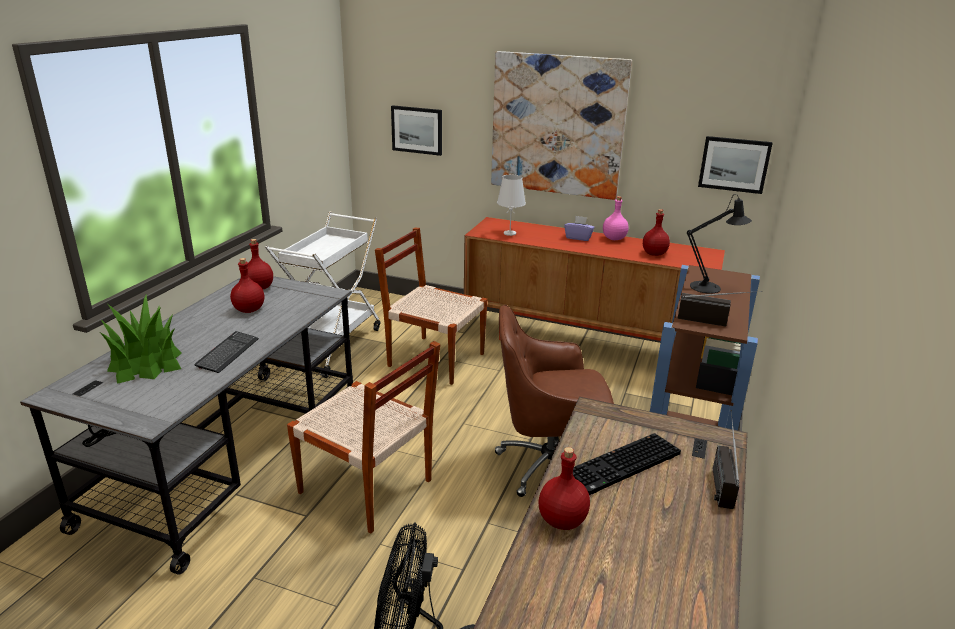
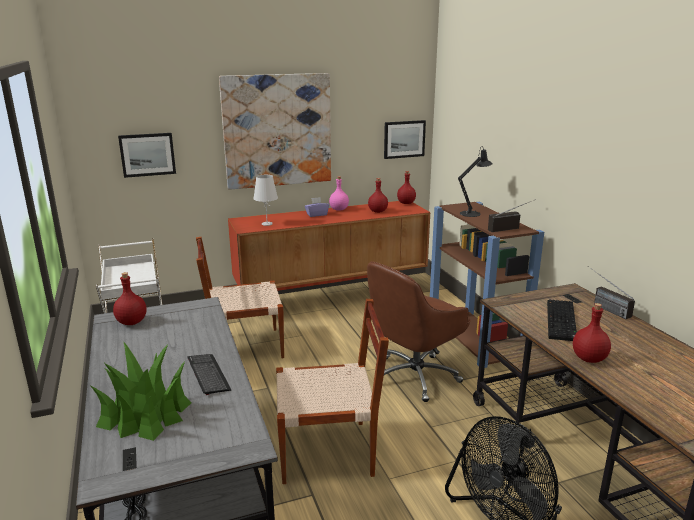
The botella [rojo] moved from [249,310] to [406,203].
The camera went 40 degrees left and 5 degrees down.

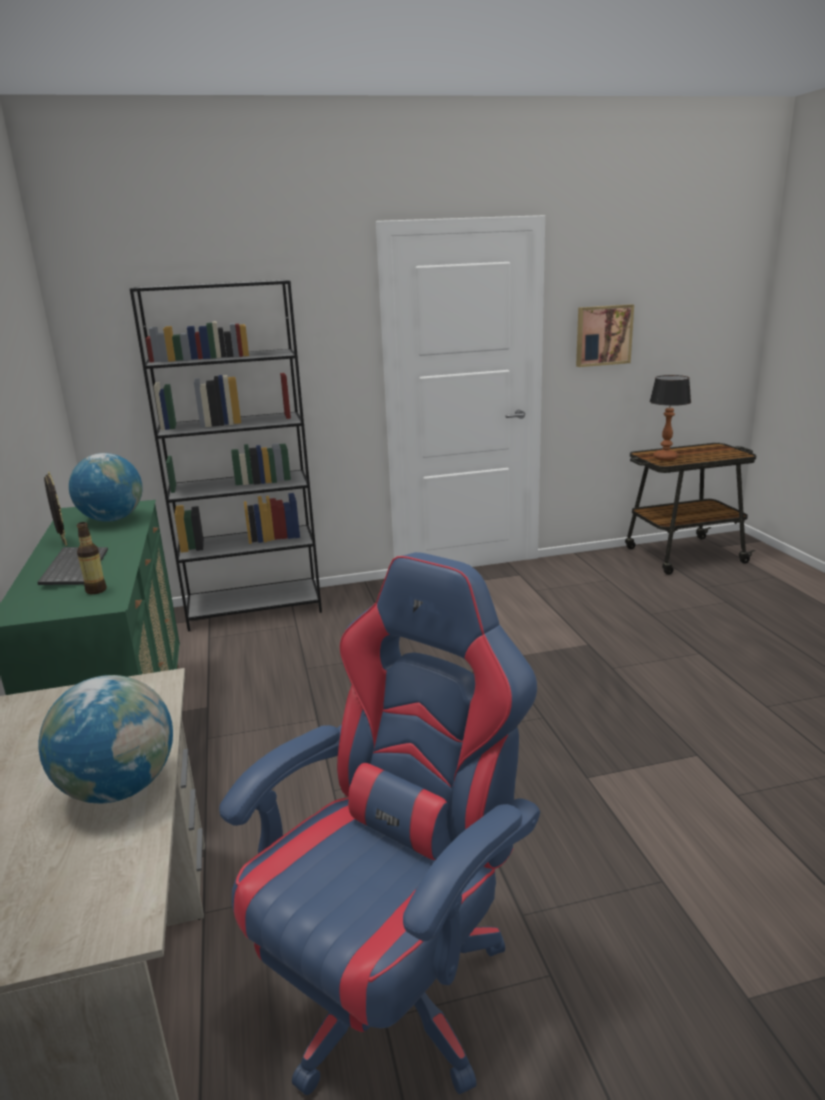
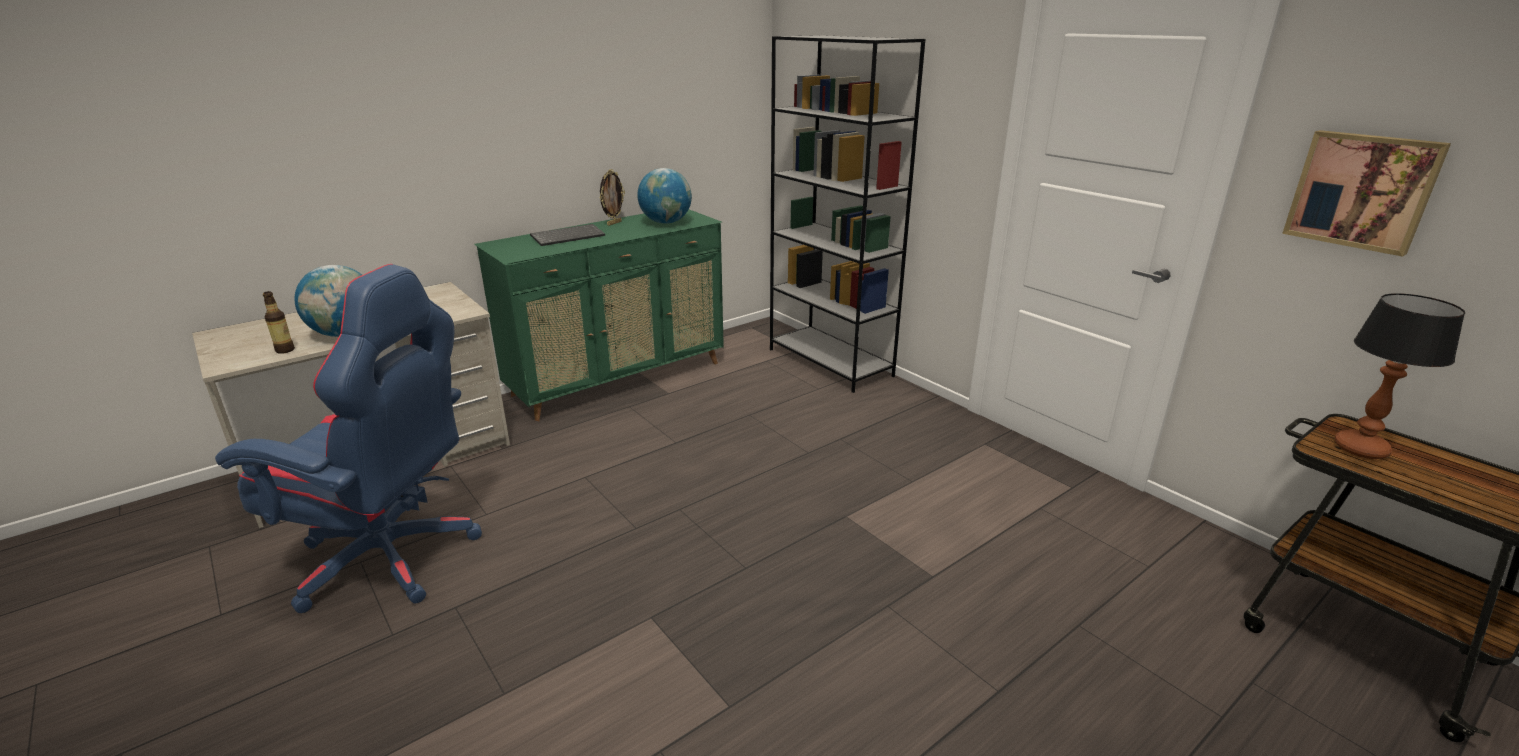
The botella moved from [96,590] to [285,350].
The camera went 65 degrees right and 5 degrees up.

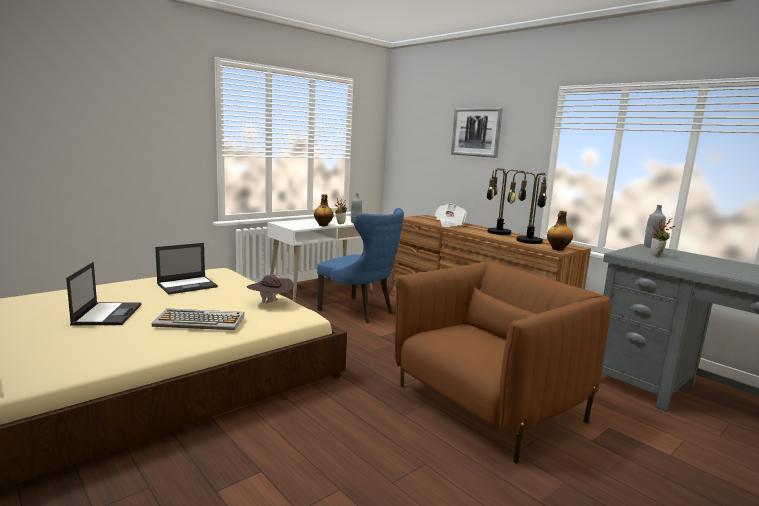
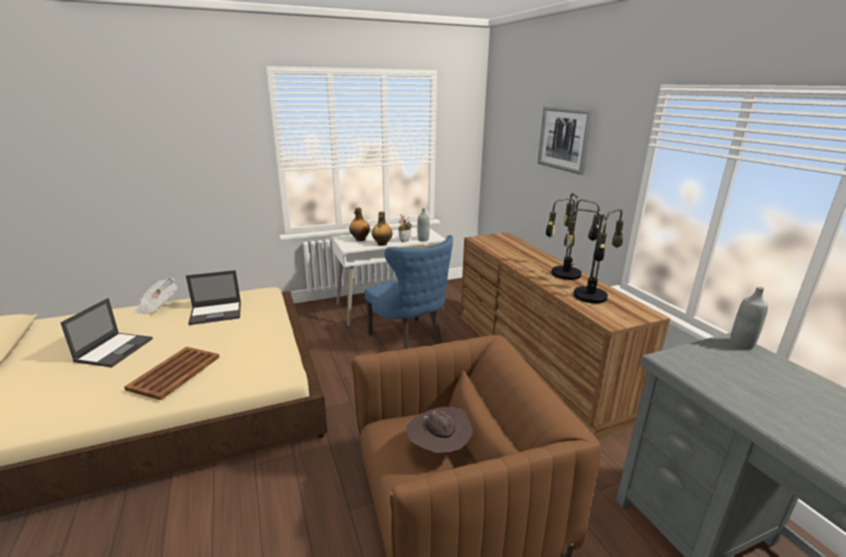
The teclado at [200,321] was replaced by the bandeja [marrón] at [176,372].
The sombrero [marrón] moved from [270,303] to [439,449].
The periódico moved from [449,224] to [157,306].
The botella moved from [557,249] to [360,239].
The planta en maceta at [657,256] disappeared.
The camera went 20 degrees right and 10 degrees up.

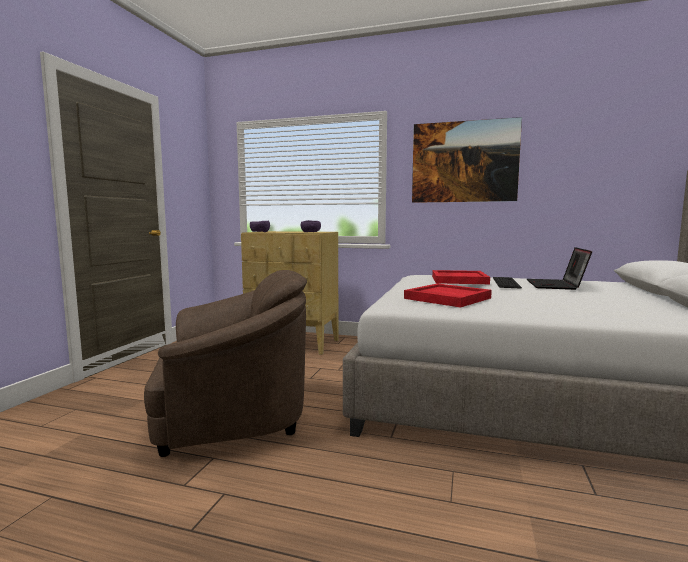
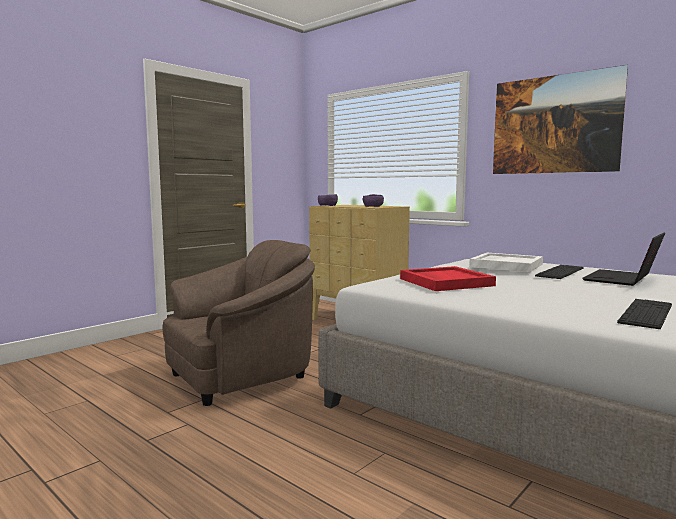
The sillón [marrón] at [232,421] turned 45 degrees counterclockwise.
The bandeja [rojo] at [458,280] became the bandeja [blanco] at [506,265].
The teclado at [646,313] appeared.
The camera went 25 degrees right and 0 degrees up.

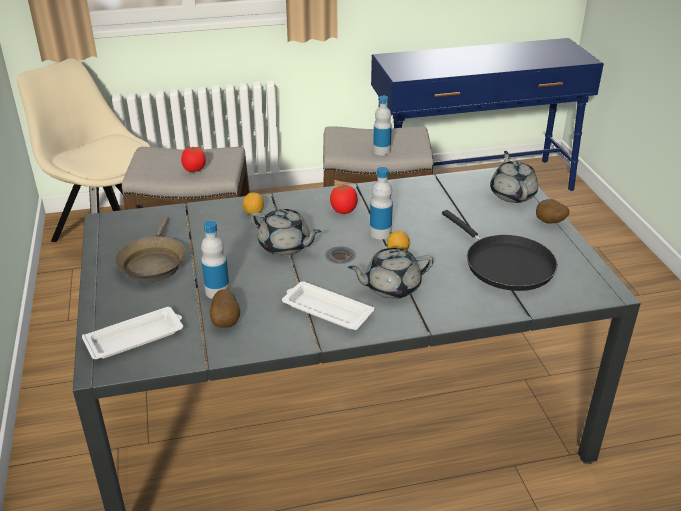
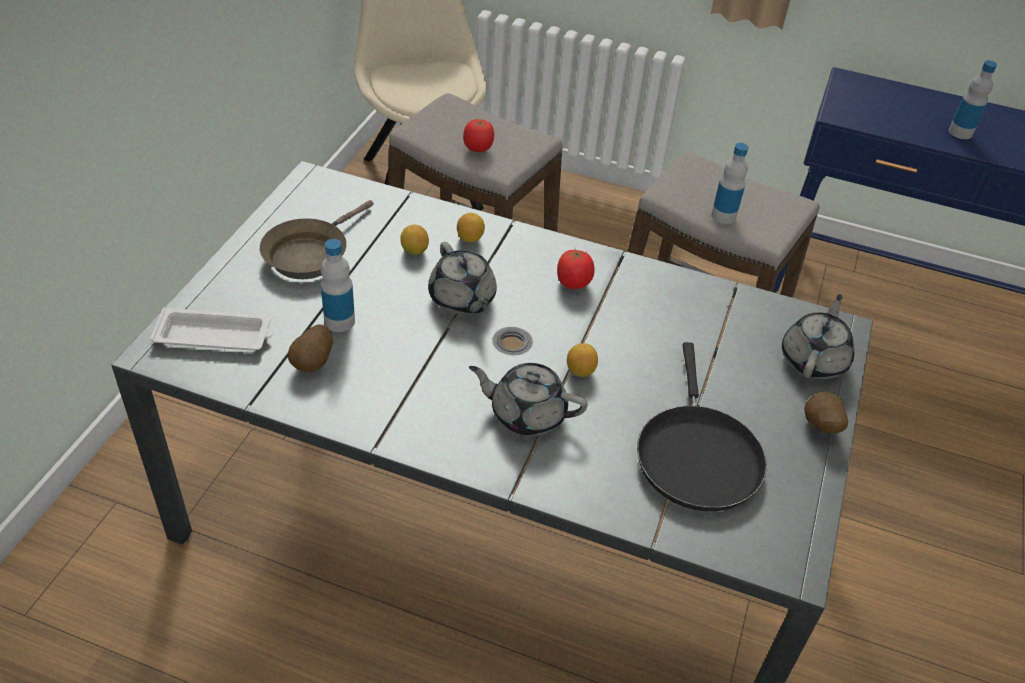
The bandeja [blanco] at [326,310] disappeared.
The botella moved from [380,233] to [960,132].
The limón at [414,251] appeared.
The camera went 30 degrees right and 10 degrees up.

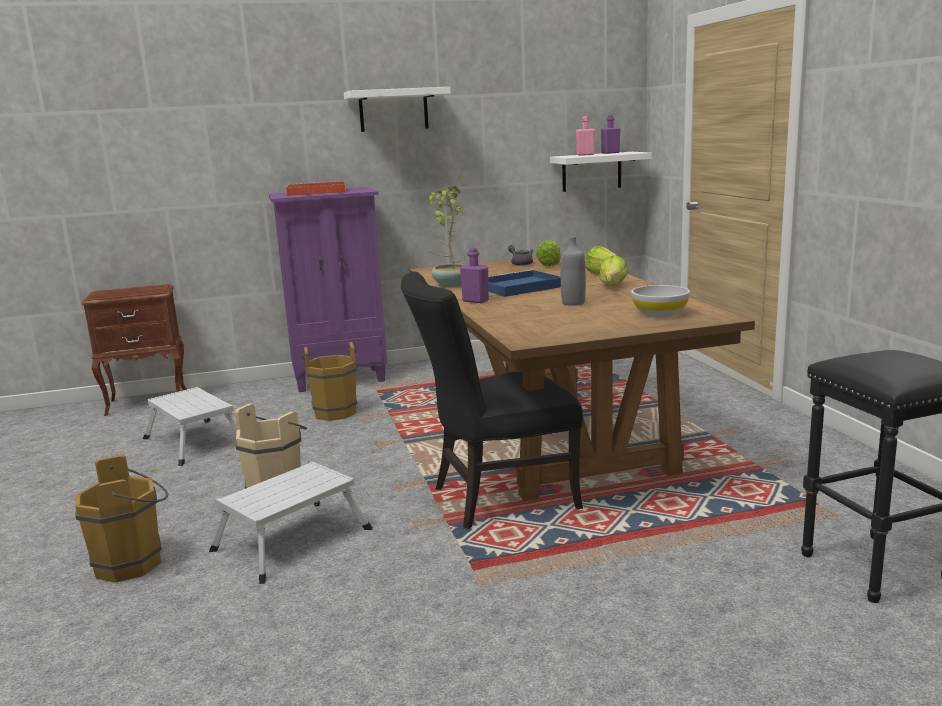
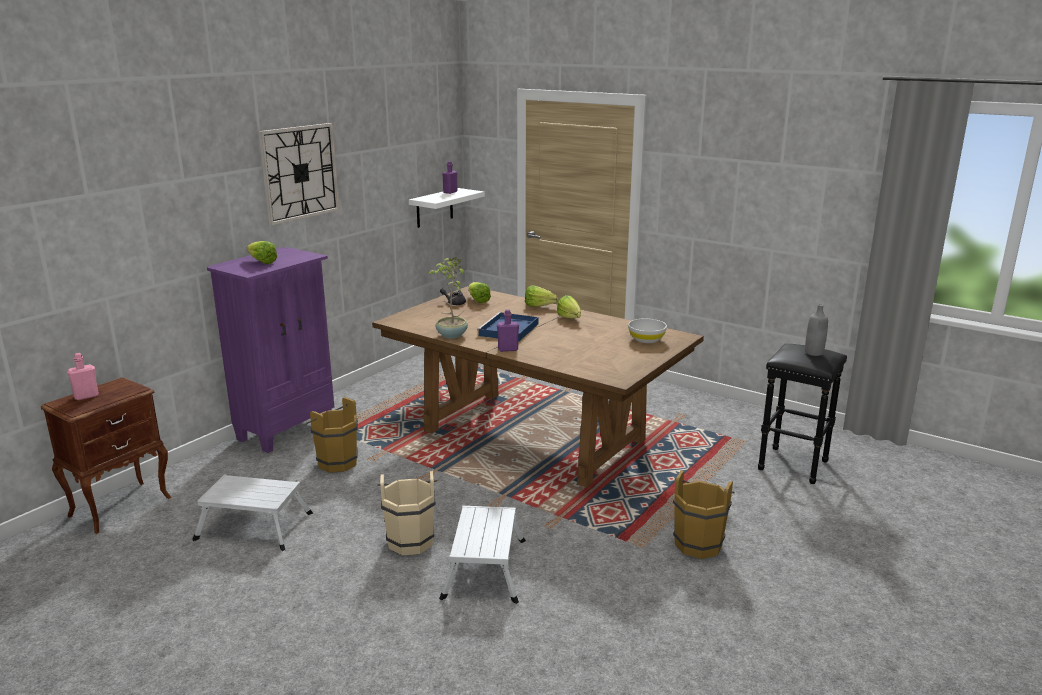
The cubo [marrón] moved from [134,563] to [699,543].
The bandeja [rojo] at [315,192] was replaced by the lechuga at [261,261].
The estante [blanco] at [393,110] was replaced by the reloj de pared at [300,172].
The silla [negro] at [495,499] disappeared.
The botella [gris] moved from [573,303] to [814,353].
The botella [rosa] moved from [585,155] to [86,396].
The camera went 40 degrees left and 5 degrees up.

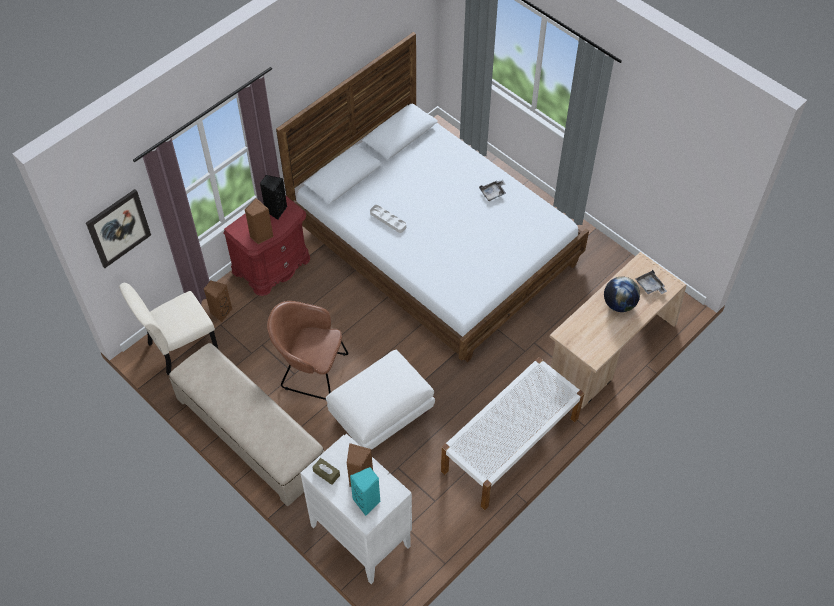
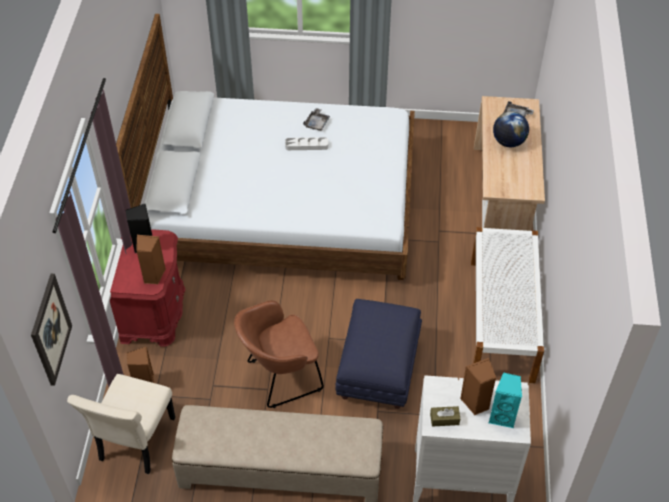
The puf [blanco] at [380,416] became the puf [azul] at [378,371].
The bandeja [blanco] moved from [388,220] to [306,145].
The camera went 40 degrees left and 5 degrees down.

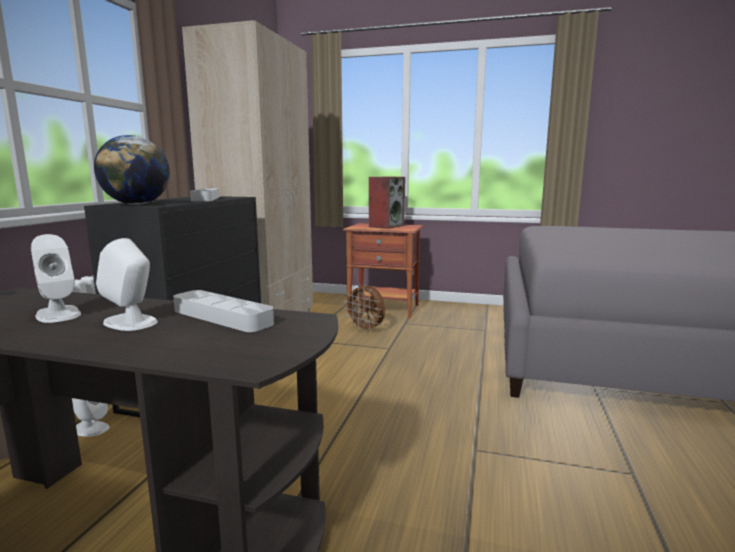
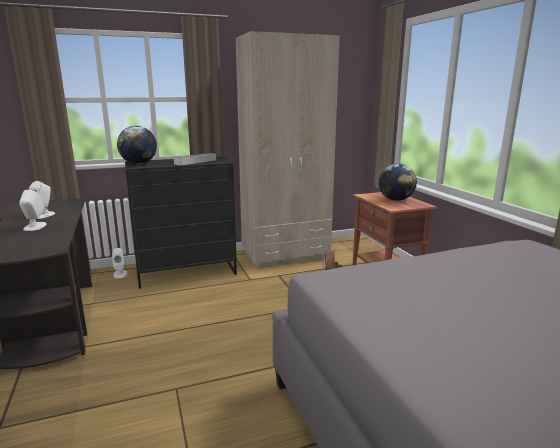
The bandeja [gris] at [222,317] disappeared.
The altavoz at [386,226] was replaced by the globo terráqueo at [396,200].
The camera went 55 degrees right and 5 degrees up.

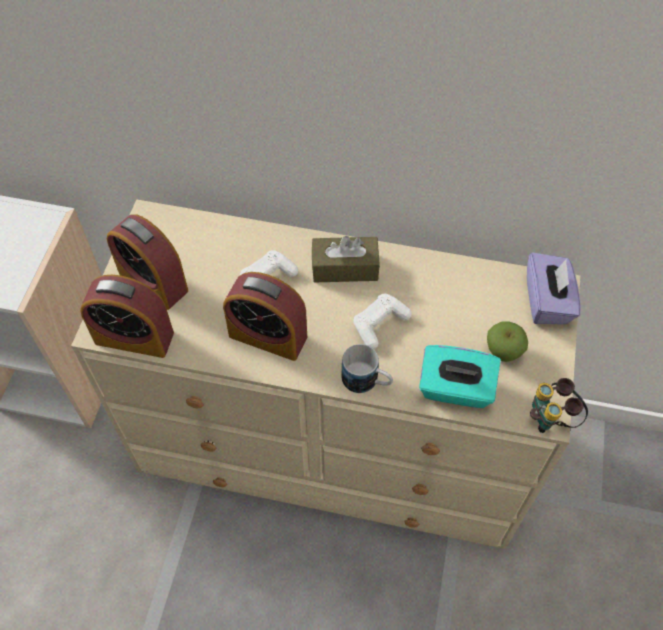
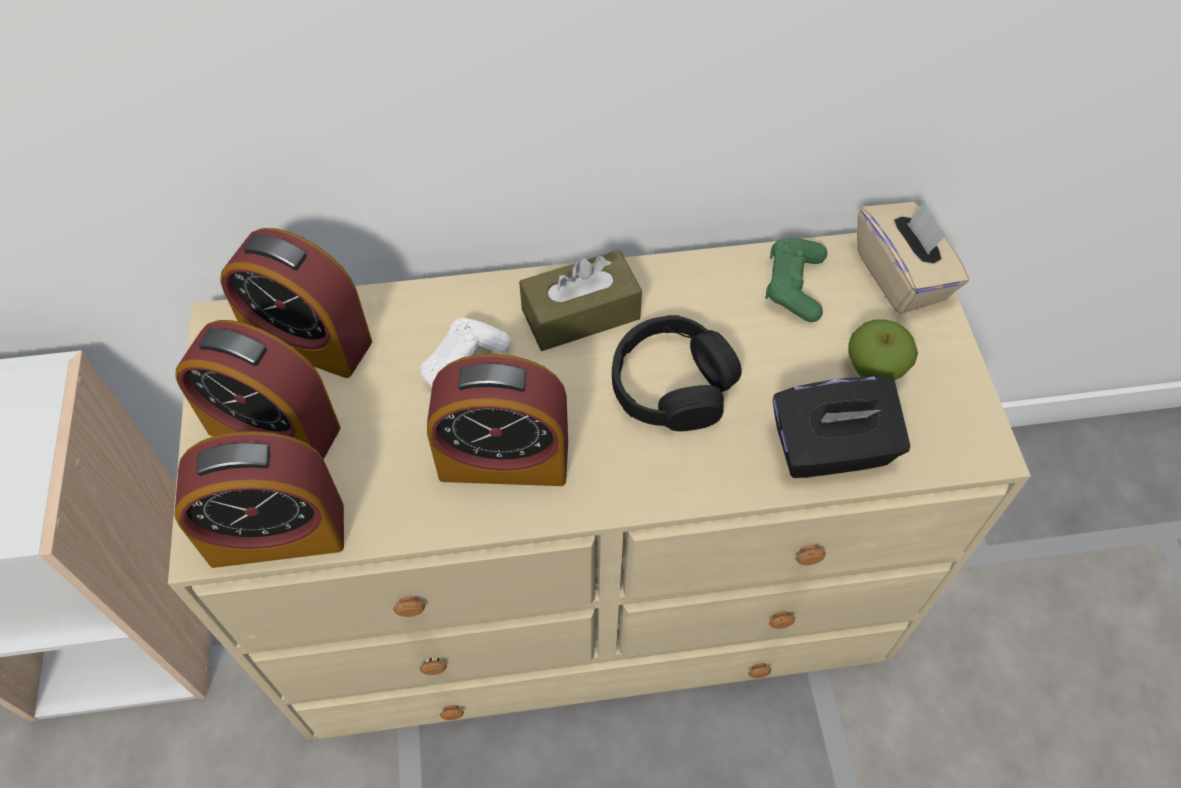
The taza grande at [367,381] disappeared.
The mando de consola [blanco] at [379,324] was replaced by the auriculares [negro] at [672,385].
The caja de pañuelos [turquesa] at [455,389] became the caja de pañuelos [negro] at [831,450].
The caja de pañuelos [morado] at [547,302] became the caja de pañuelos [beis] at [901,276].
The prismáticos at [552,418] disappeared.
The despertador at [309,341] appeared.
The mando de consola [verde] at [794,286] appeared.
The camera went 20 degrees left and 0 degrees up.

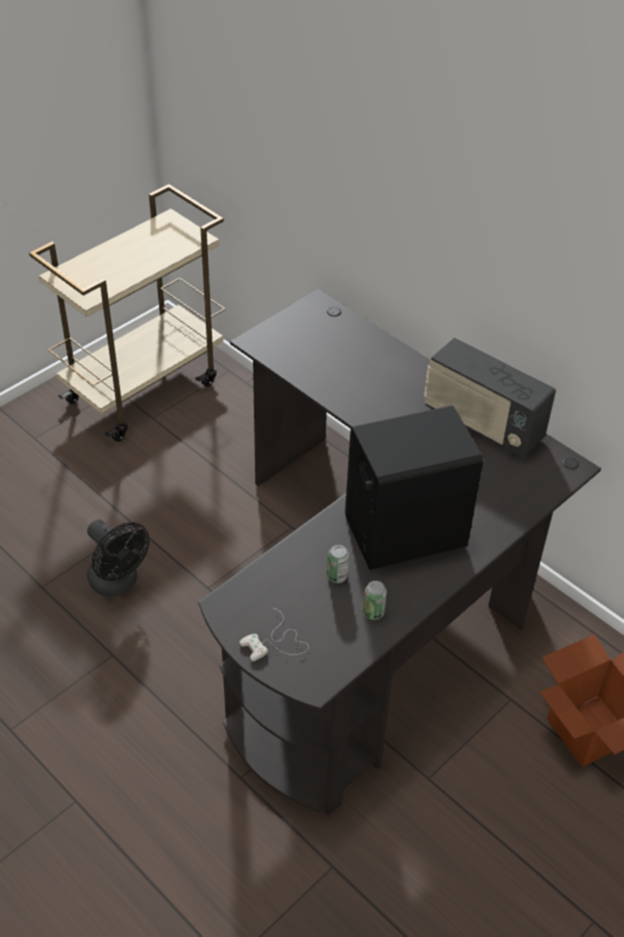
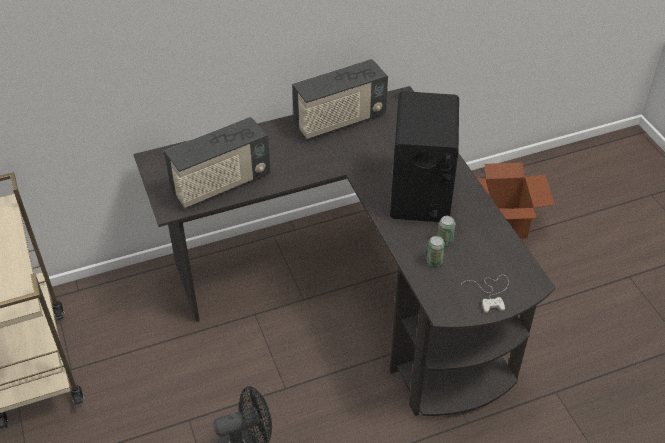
The lata moved from [373,612] to [434,261].
The radio at [221,185] appeared.
The camera went 65 degrees left and 0 degrees up.

